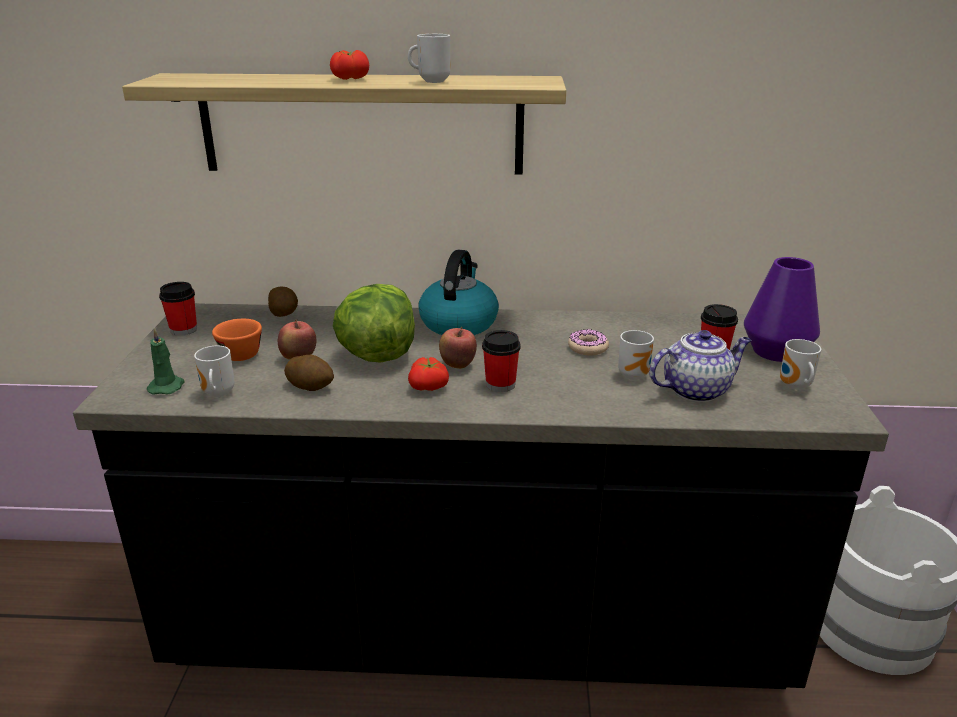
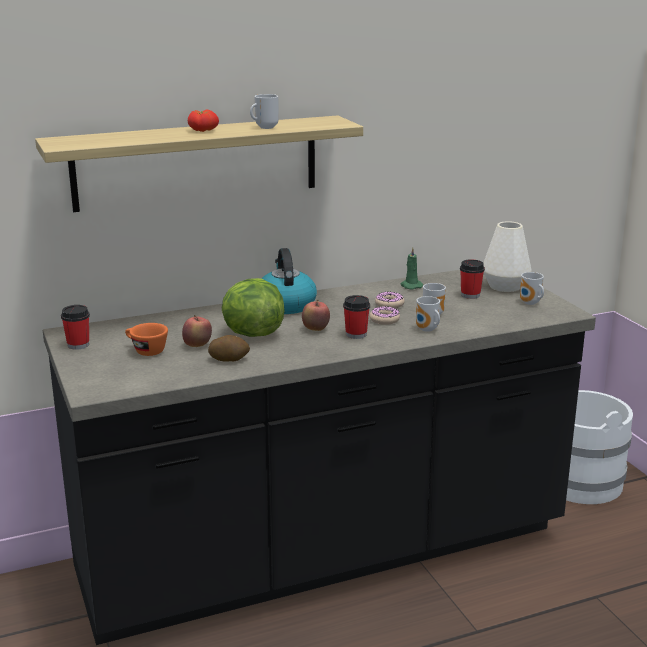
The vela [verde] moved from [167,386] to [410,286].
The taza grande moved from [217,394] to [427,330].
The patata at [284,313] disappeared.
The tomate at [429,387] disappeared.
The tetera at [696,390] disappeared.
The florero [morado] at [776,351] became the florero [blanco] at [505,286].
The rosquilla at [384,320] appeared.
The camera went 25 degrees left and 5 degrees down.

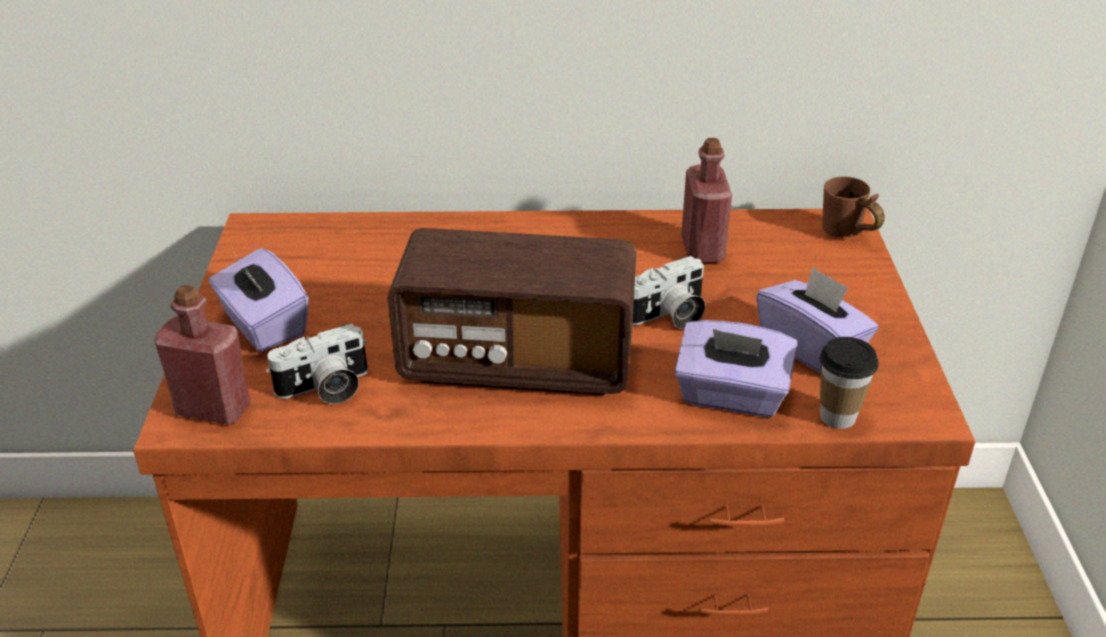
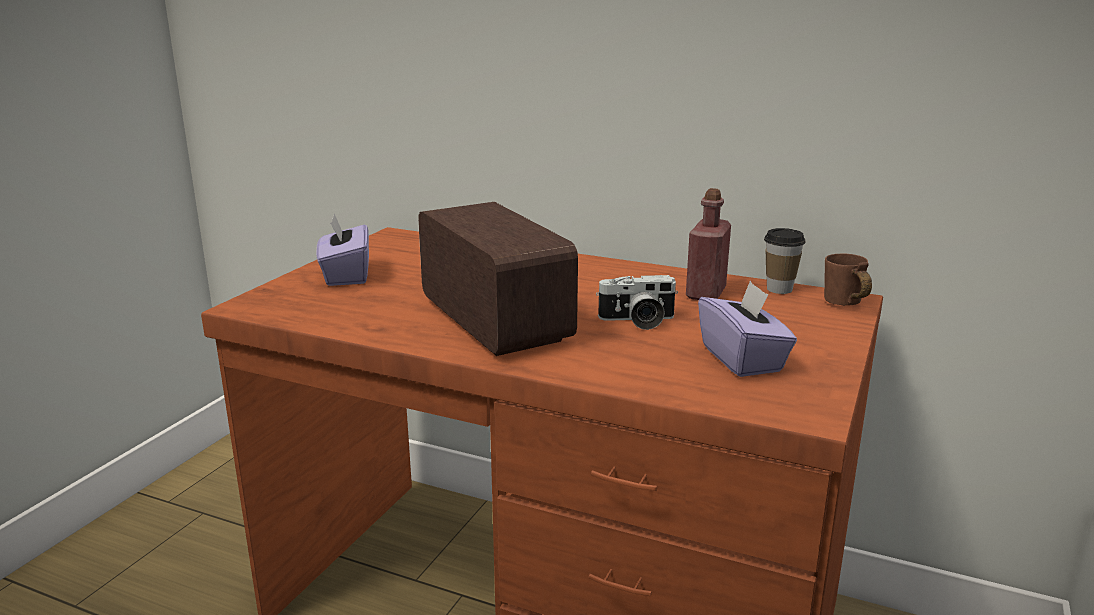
The botella [rojo] at [213,409] disappeared.
The cámara at [325,389] disappeared.
The radio at [517,361] turned 150 degrees counterclockwise.
The caja de pañuelos [morado] at [731,396] disappeared.
The taza moved from [837,416] to [779,289].
The camera went 25 degrees right and 15 degrees down.

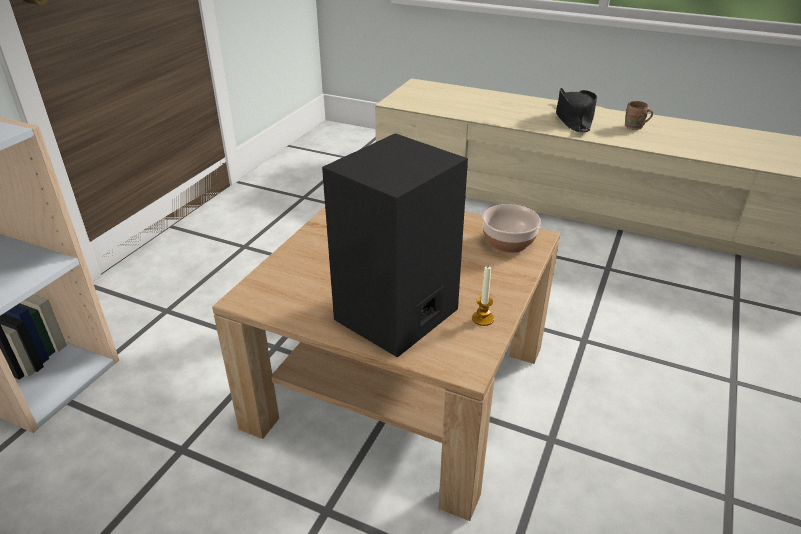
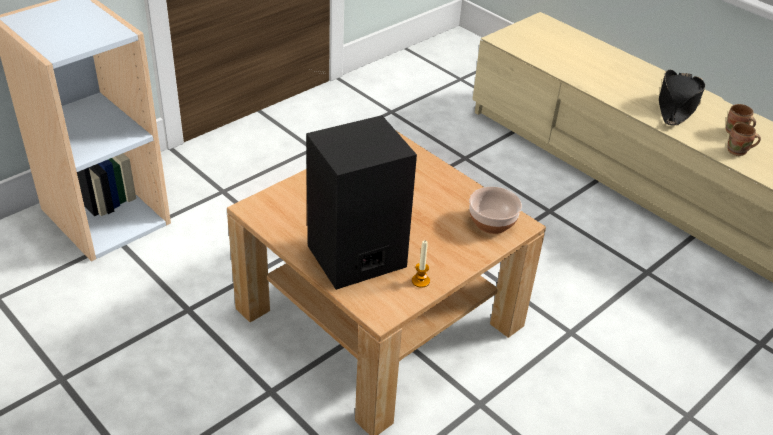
The taza grande [marrón] at [737,152] appeared.
The camera went 20 degrees right and 5 degrees up.

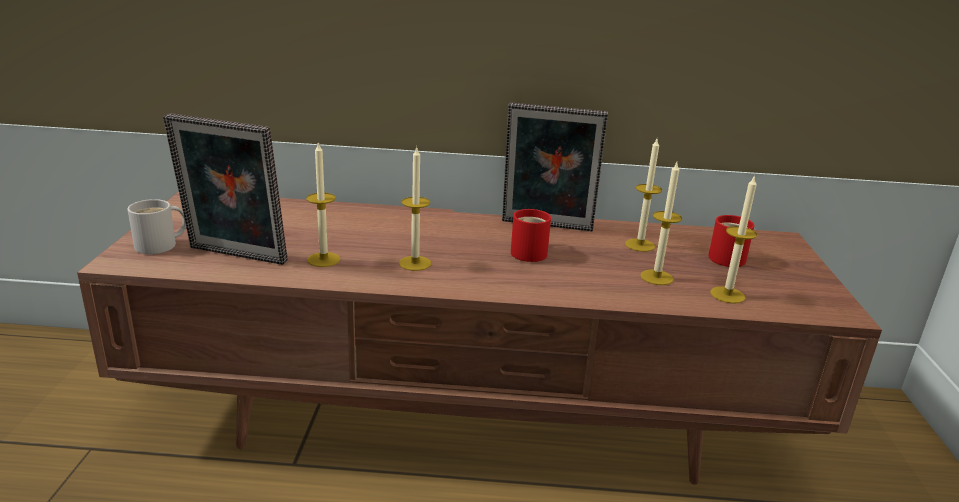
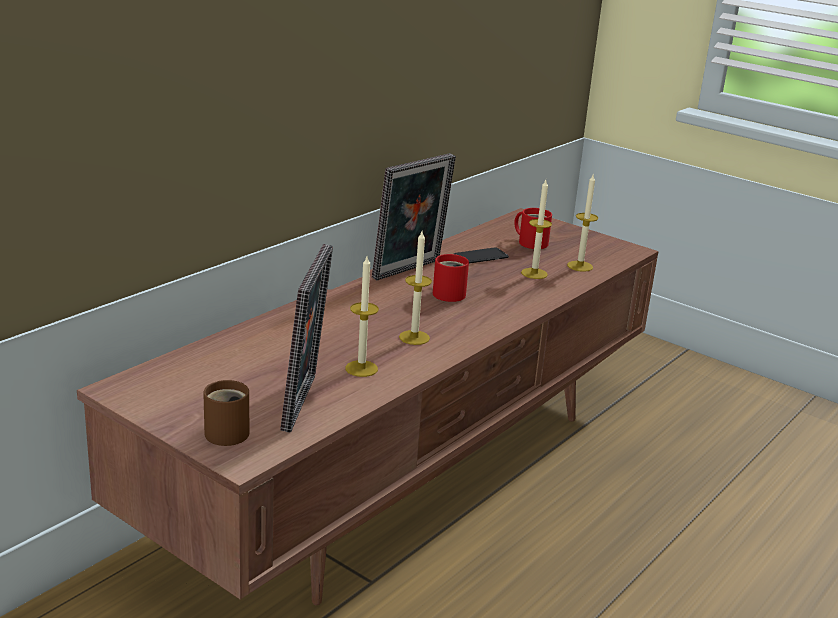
The taza grande [blanco] at [160,245] became the taza grande [marrón] at [229,431].
The portarretratos at [234,257] turned 45 degrees counterclockwise.
The vela at [639,245] was replaced by the móvil at [481,257].
The camera went 55 degrees left and 0 degrees up.

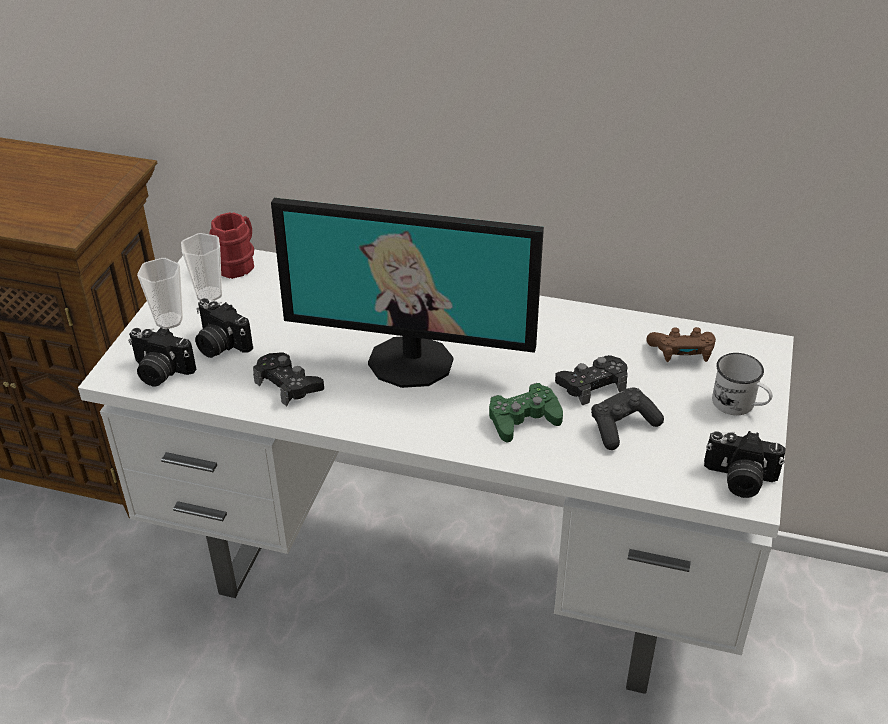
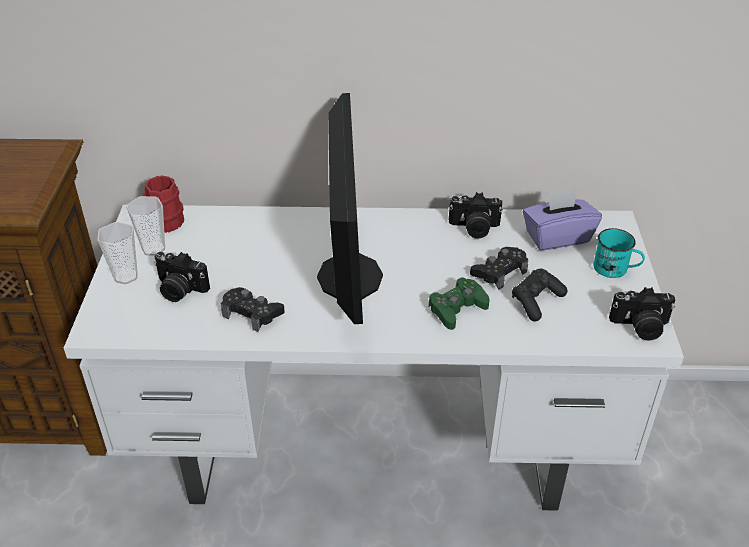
The cámara moved from [160,372] to [474,228].
The monitor at [411,360] turned 90 degrees counterclockwise.
The mando de consola [marrón] at [682,354] was replaced by the caja de pañuelos [morado] at [557,237].
The taza grande [blanco] at [739,405] became the taza grande [turquesa] at [615,269].
The camera went 15 degrees left and 0 degrees up.

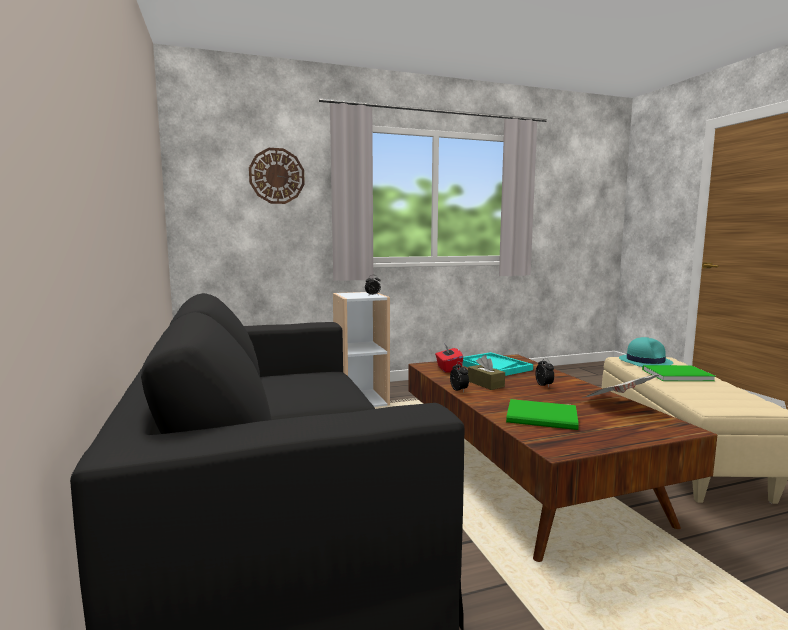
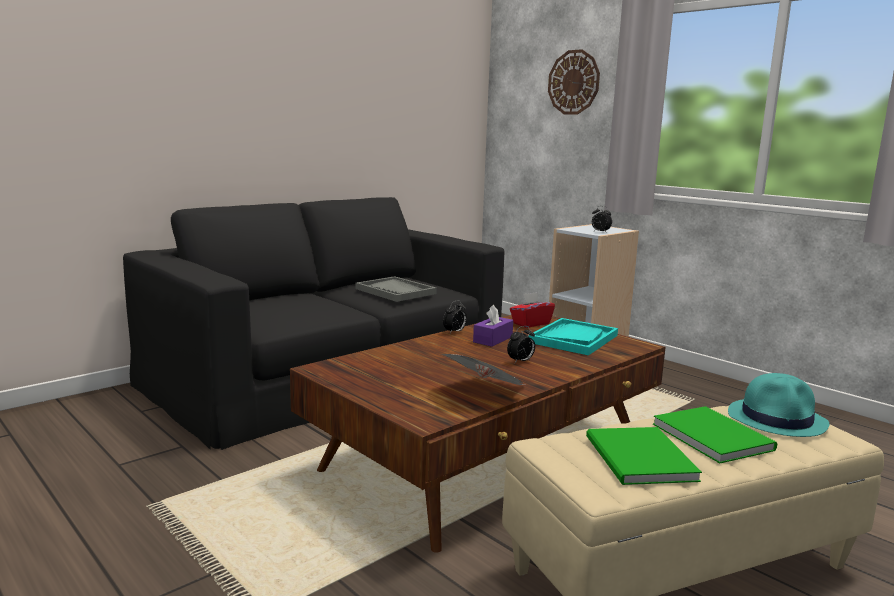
The caja de pañuelos [marrón] at [485,384] became the caja de pañuelos [morado] at [493,339].
The libro [verde] moved from [544,418] to [638,460].
The bandeja [gris] at [395,291] appeared.
The camera went 65 degrees right and 5 degrees up.

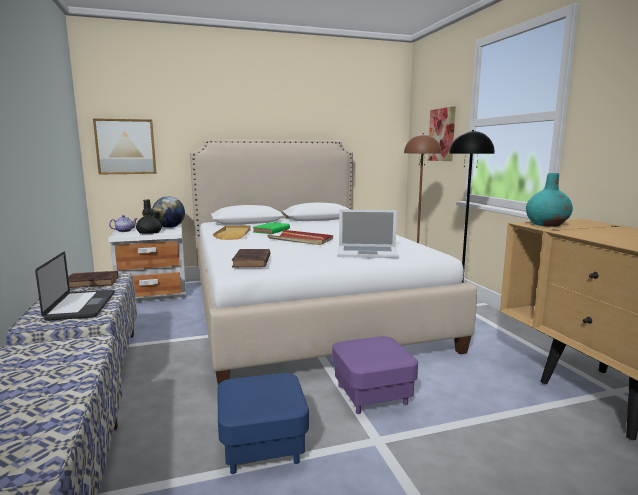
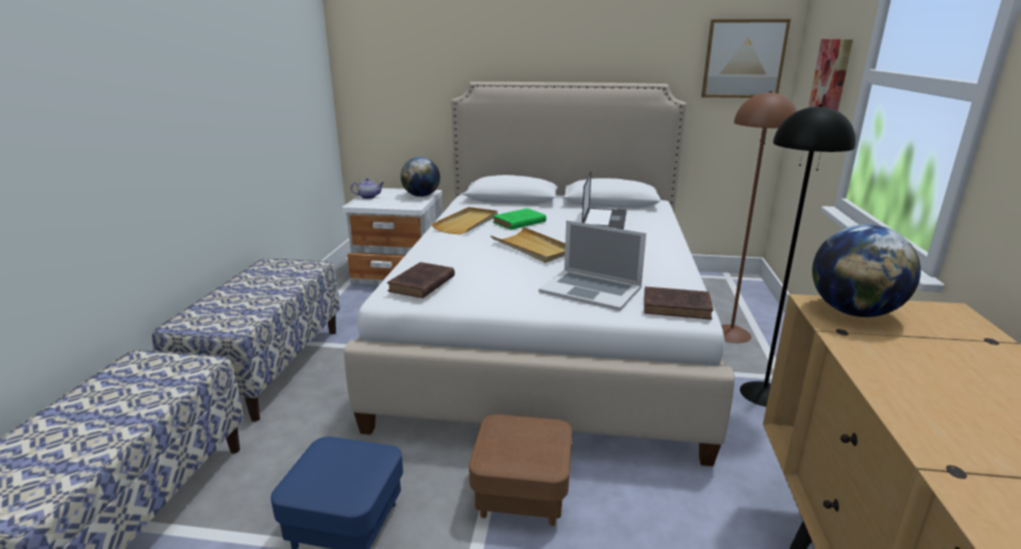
The portátil moved from [81,306] to [604,220].
The libro [marrón] moved from [94,282] to [678,307].
The cuadro moved from [125,146] to [743,59].
The florero [negro] at [149,233] disappeared.
The bandeja [rojo] at [301,240] became the bandeja [beis] at [533,248].
The puf [morado] at [372,395] became the puf [marrón] at [522,494].
The florero [turquesa] at [547,224] was replaced by the globo terráqueo at [853,312].
The camera went 25 degrees right and 10 degrees up.

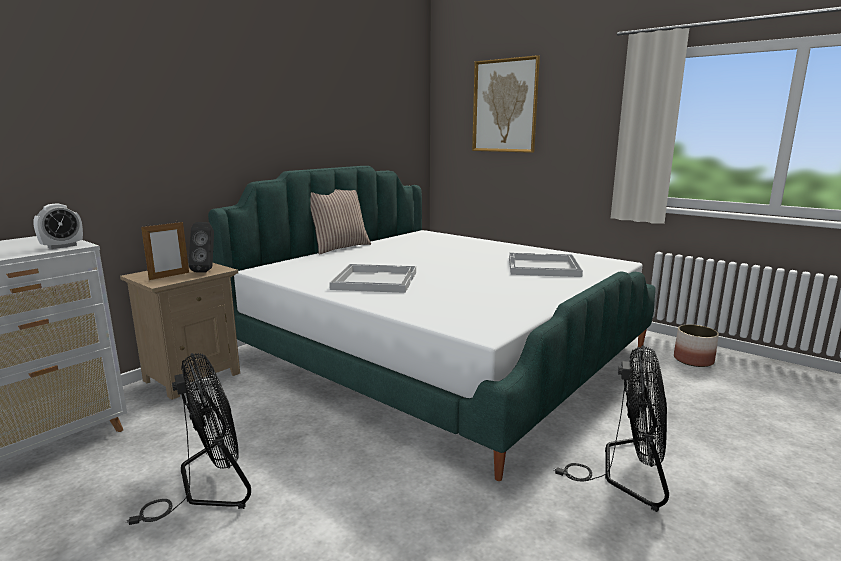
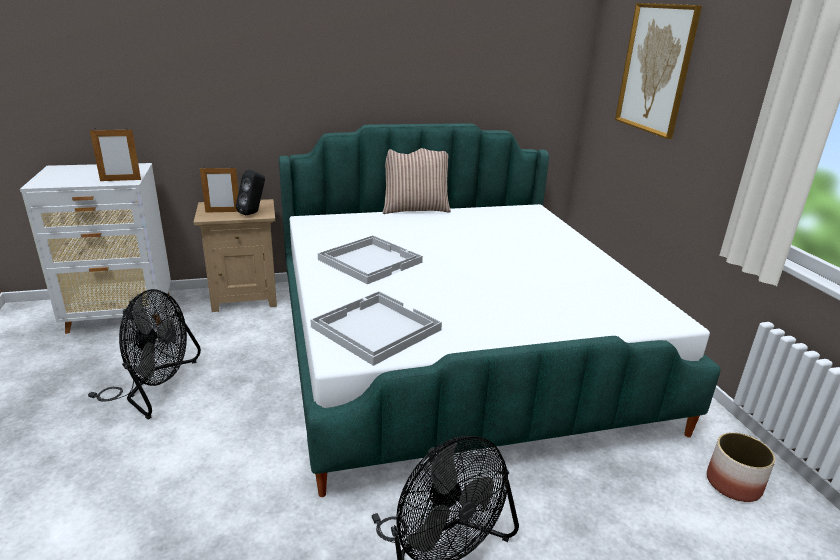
The despertador at [62,246] was replaced by the portarretratos at [120,180].
The bandeja [blanco] moved from [542,267] to [374,328].
The camera went 35 degrees right and 10 degrees up.

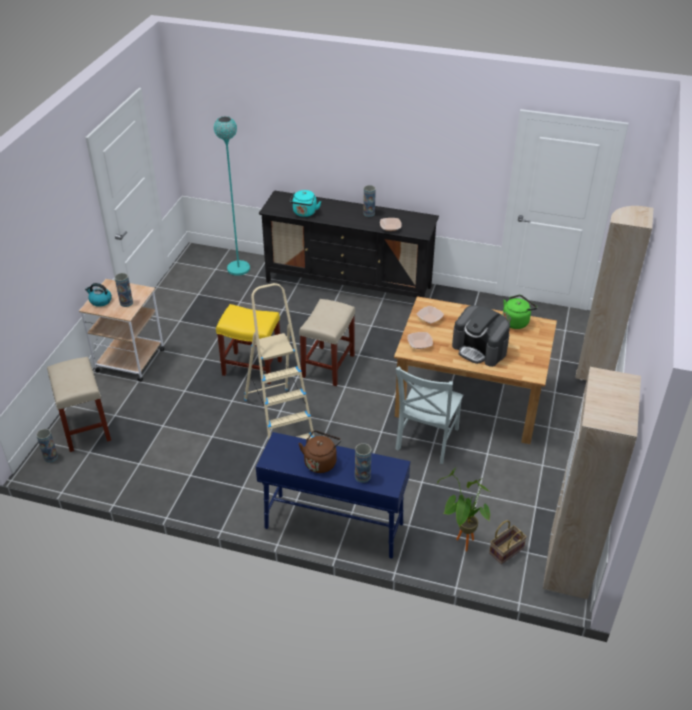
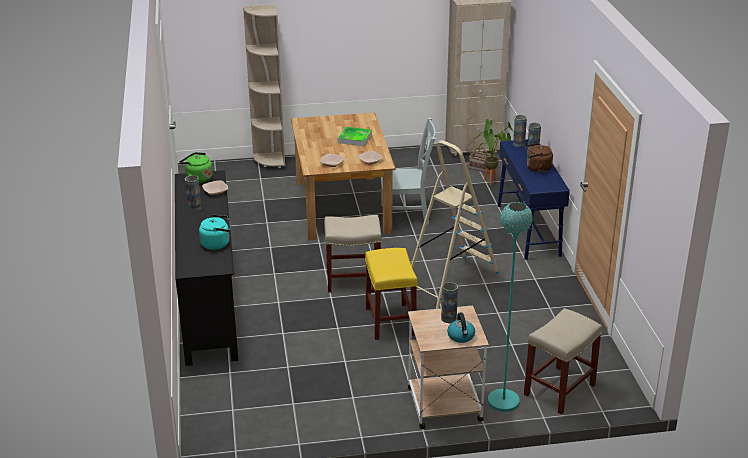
The florero moved from [51,457] to [518,144].
The lámpara de pie [turquesa] moved from [238,268] to [503,402].
The cafetera at [480,349] was replaced by the bandeja at [354,138].
The hervidor [verde] moved from [516,321] to [197,179].
The camera went 115 degrees left and 10 degrees down.

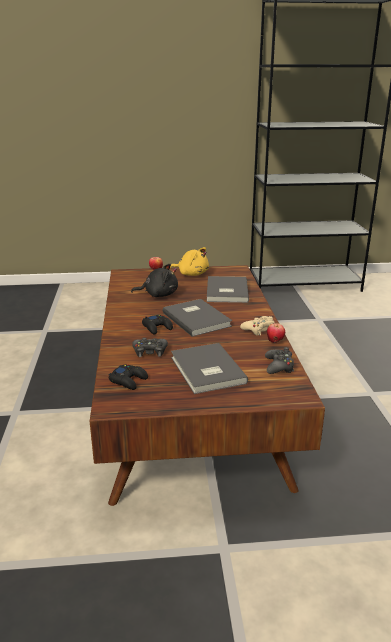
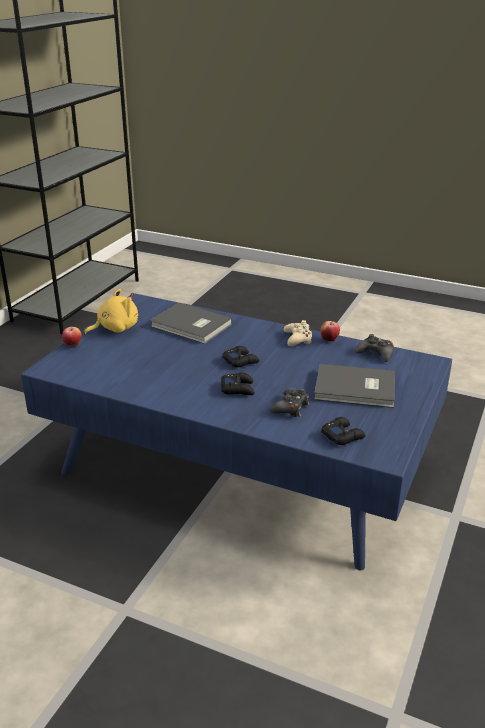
The mesa de centro [marrón] at [192,405] became the mesa de centro [azul] at [240,460].
The peluche [negro] at [158,294] disappeared.
The libro [gris] at [197,318] was replaced by the mando de consola [negro] at [240,361].
The camera went 60 degrees left and 5 degrees up.

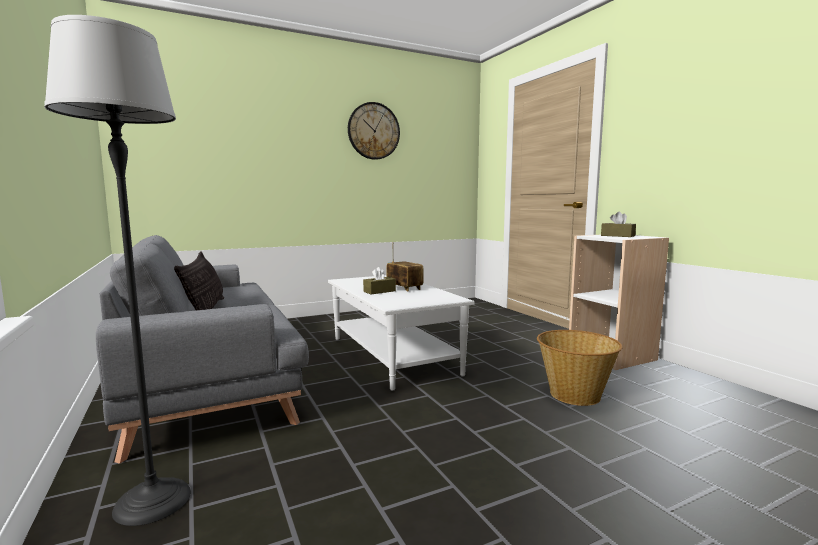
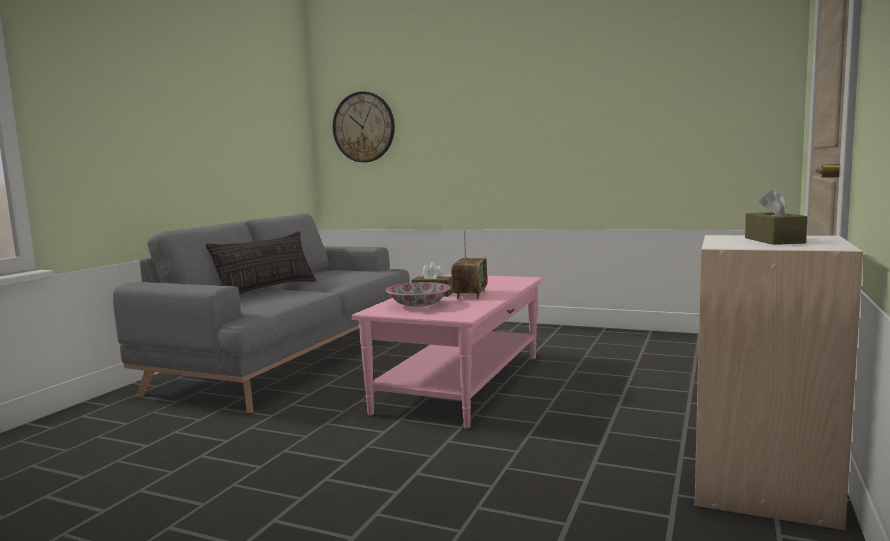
The lámpara de pie at [152,500] disappeared.
The mesa de centro [blanco] at [392,355] became the mesa de centro [rosa] at [461,383].
The reloj de pared moved from [373,131] to [364,127].
The cesta at [575,394] disappeared.
The cuenco at [419,305] appeared.
The camera went 50 degrees right and 0 degrees up.

